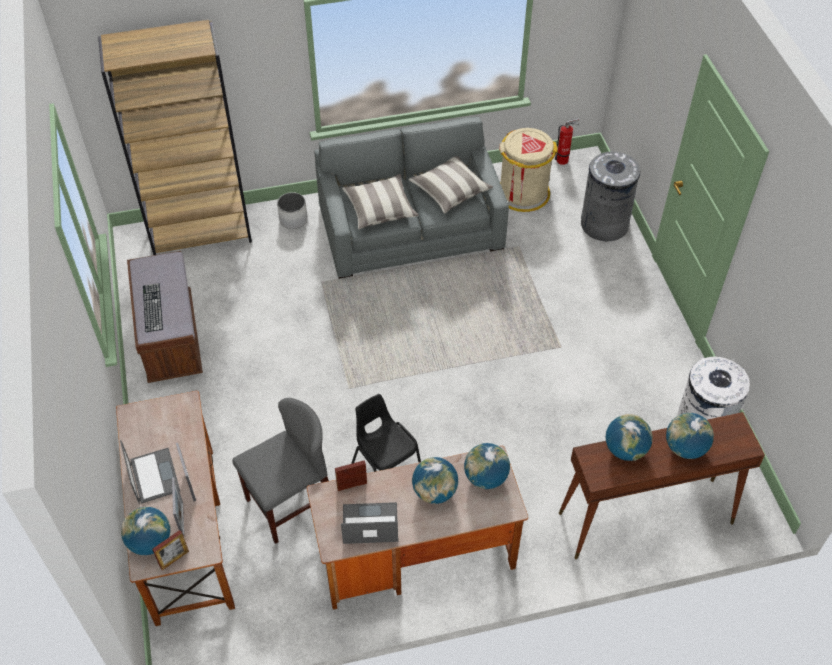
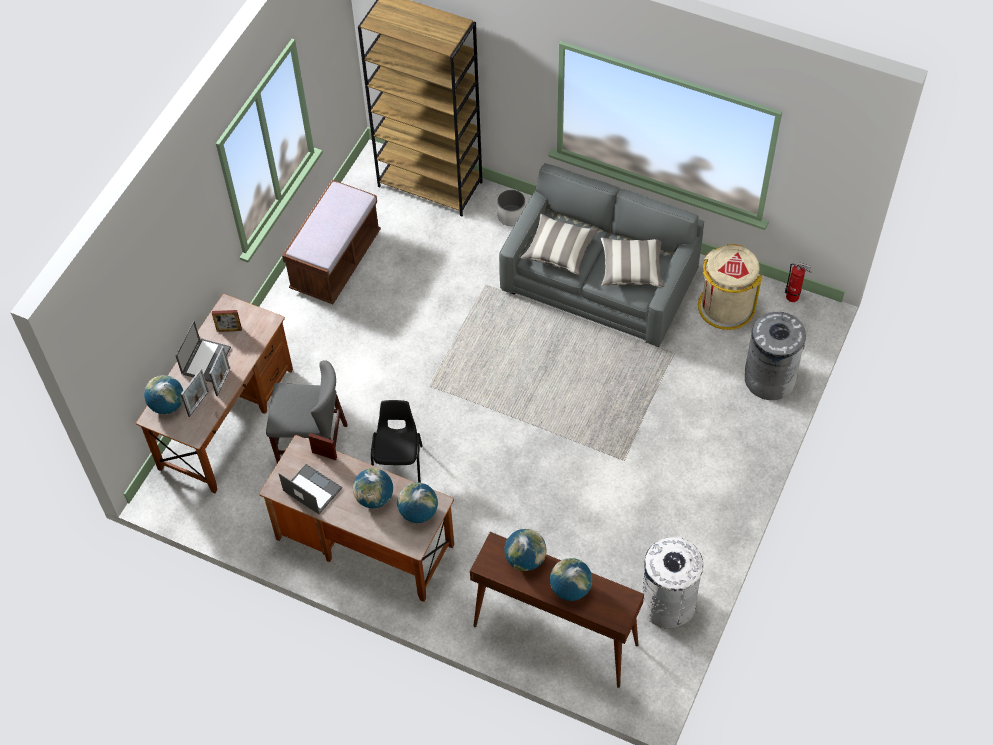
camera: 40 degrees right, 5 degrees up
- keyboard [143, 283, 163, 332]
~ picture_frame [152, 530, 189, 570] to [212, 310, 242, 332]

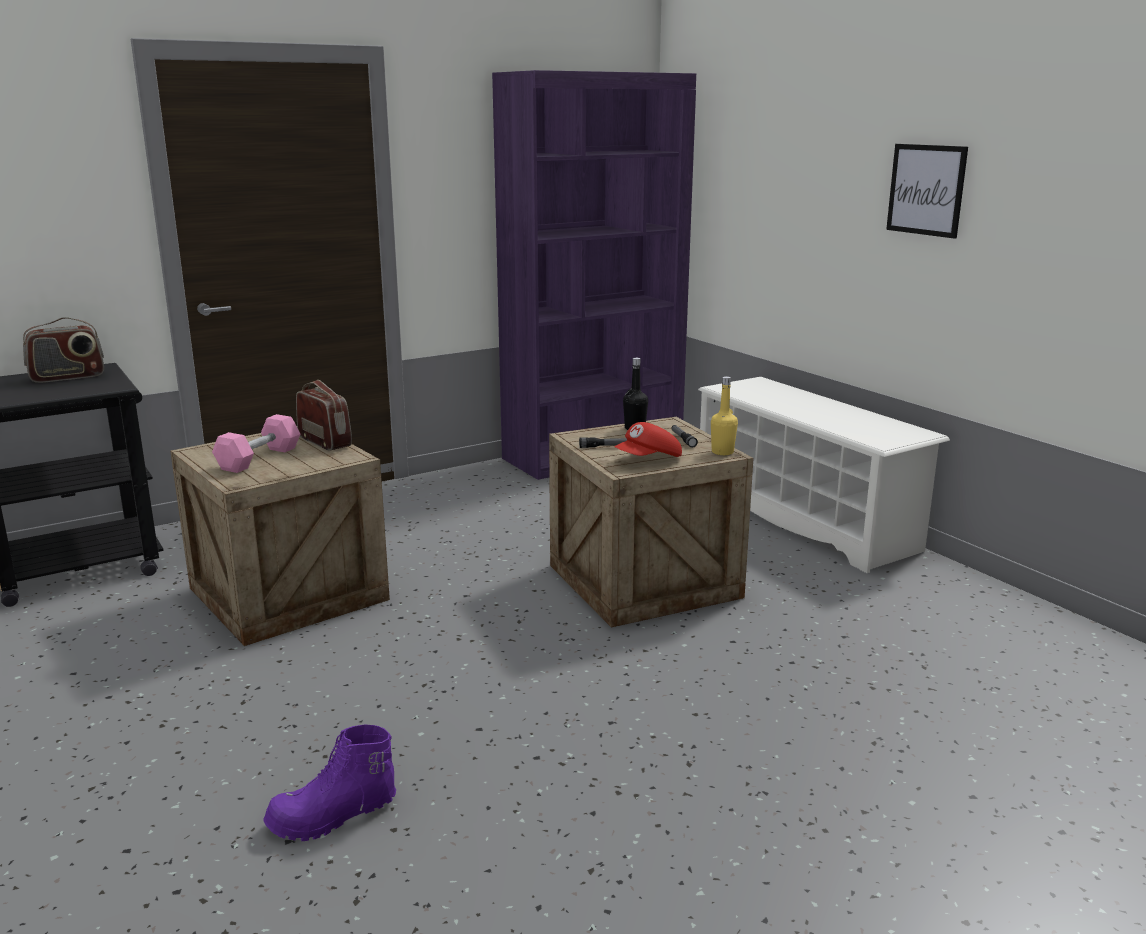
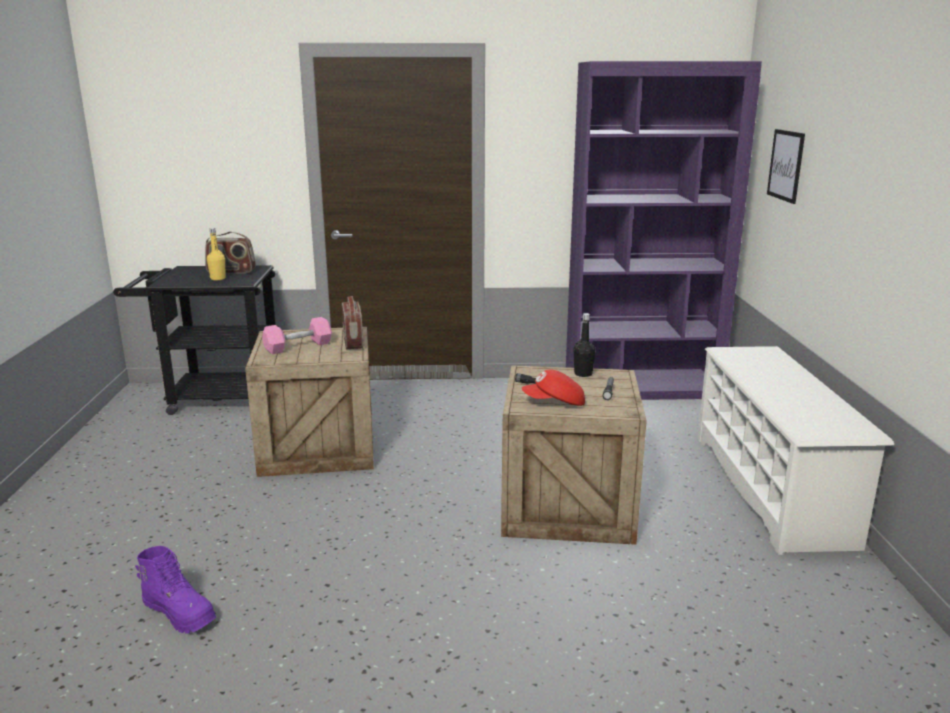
camera: 30 degrees right, 0 degrees up
~ picture [886, 144, 968, 239] to [767, 129, 805, 204]
~ yellow_bottle [711, 376, 738, 455] to [207, 228, 226, 280]
~ purple_boot [263, 724, 396, 841] = [135, 546, 216, 634] 150 degrees counterclockwise

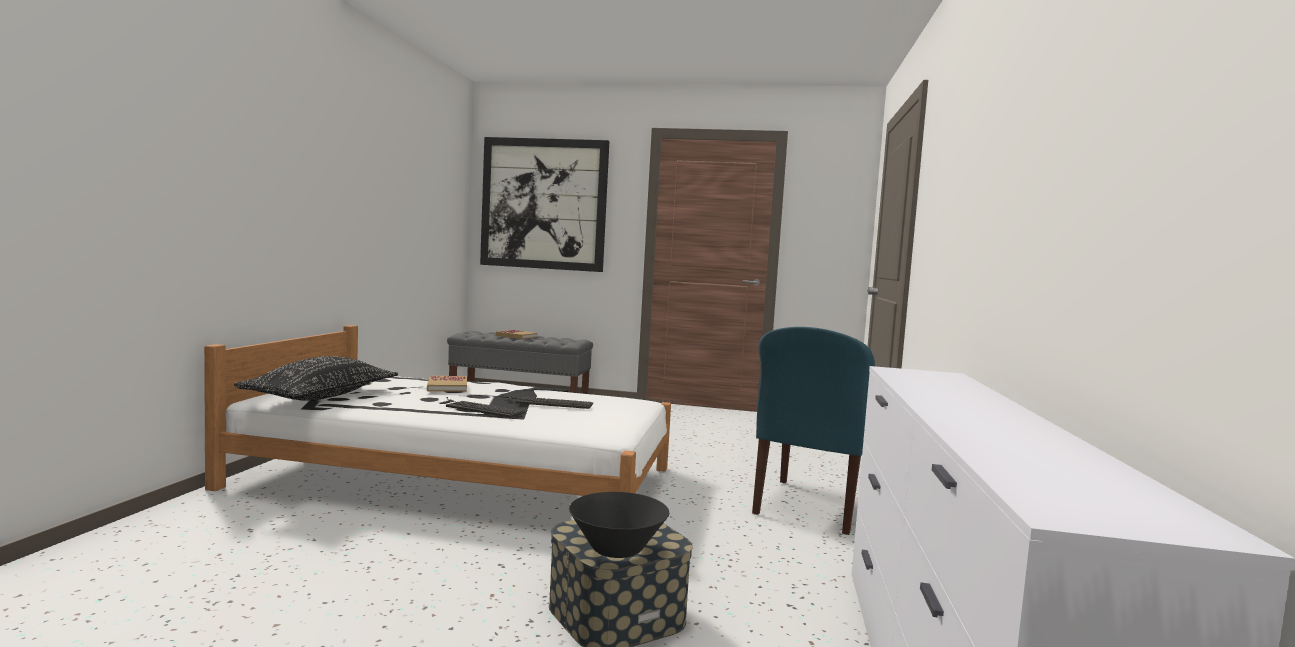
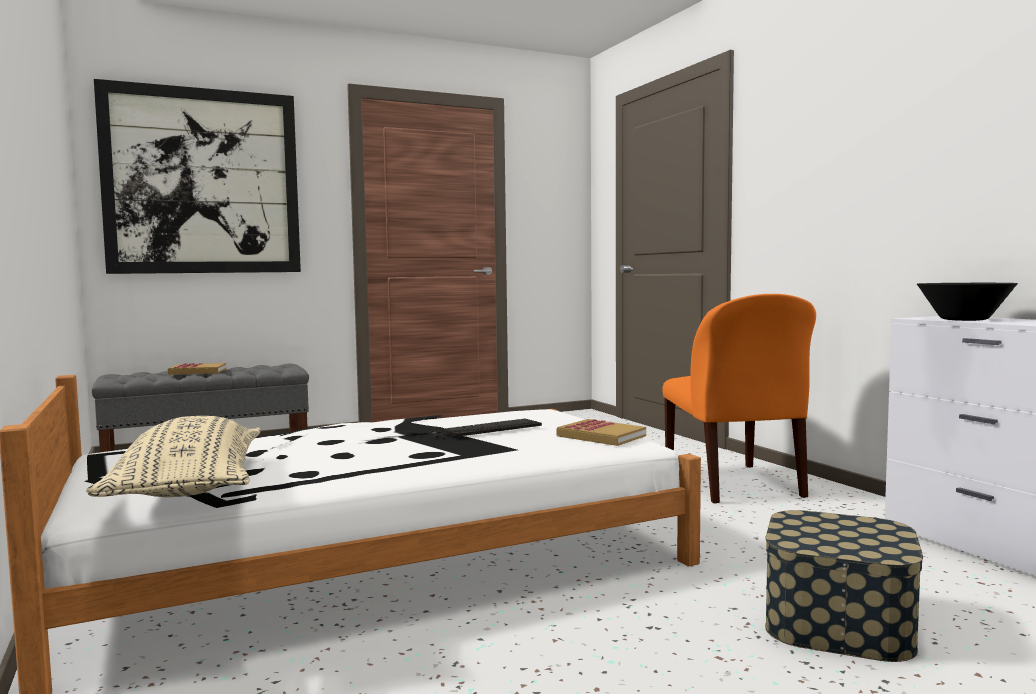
camera: 35 degrees left, 0 degrees up
~ blue_chair [752, 327, 875, 535] to orange_chair [662, 294, 816, 504]
~ black_pillow [234, 356, 398, 401] to beige_pillow [86, 416, 260, 497]
~ book [427, 376, 467, 392] to [556, 419, 646, 446]
- keyboard [440, 397, 525, 418]
~ black_bowl [569, 492, 669, 558] to [917, 283, 1018, 321]

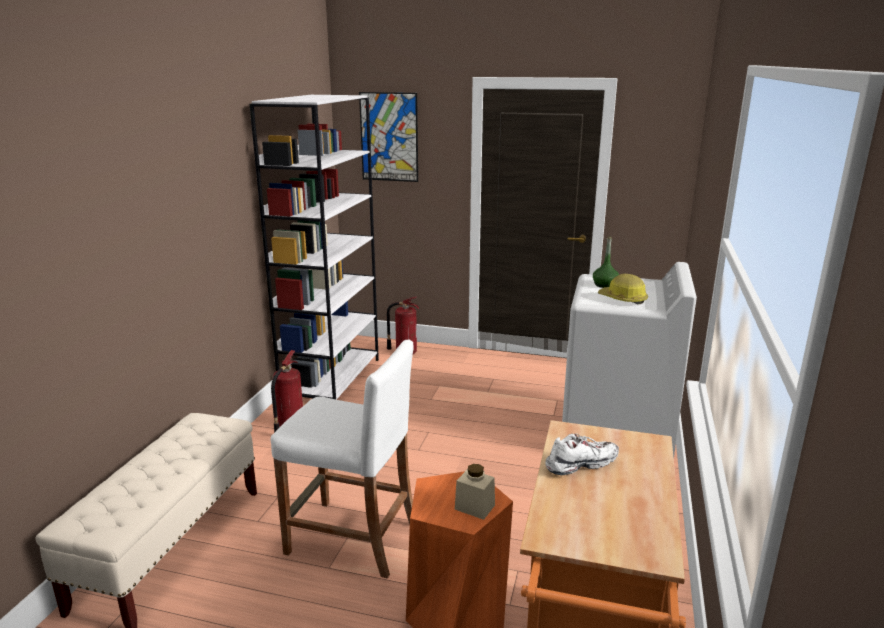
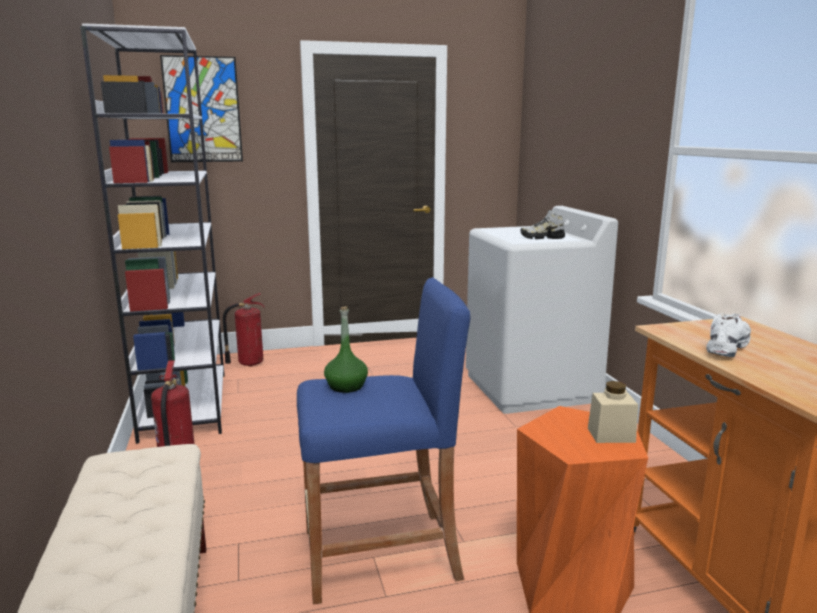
camera: 30 degrees left, 5 degrees down
~ green_bottle [593, 237, 619, 288] to [324, 306, 368, 393]
~ hard_hat [598, 274, 648, 304] to shoe [521, 210, 565, 239]
~ white_stool [271, 340, 414, 579] to blue_stool [297, 277, 470, 604]

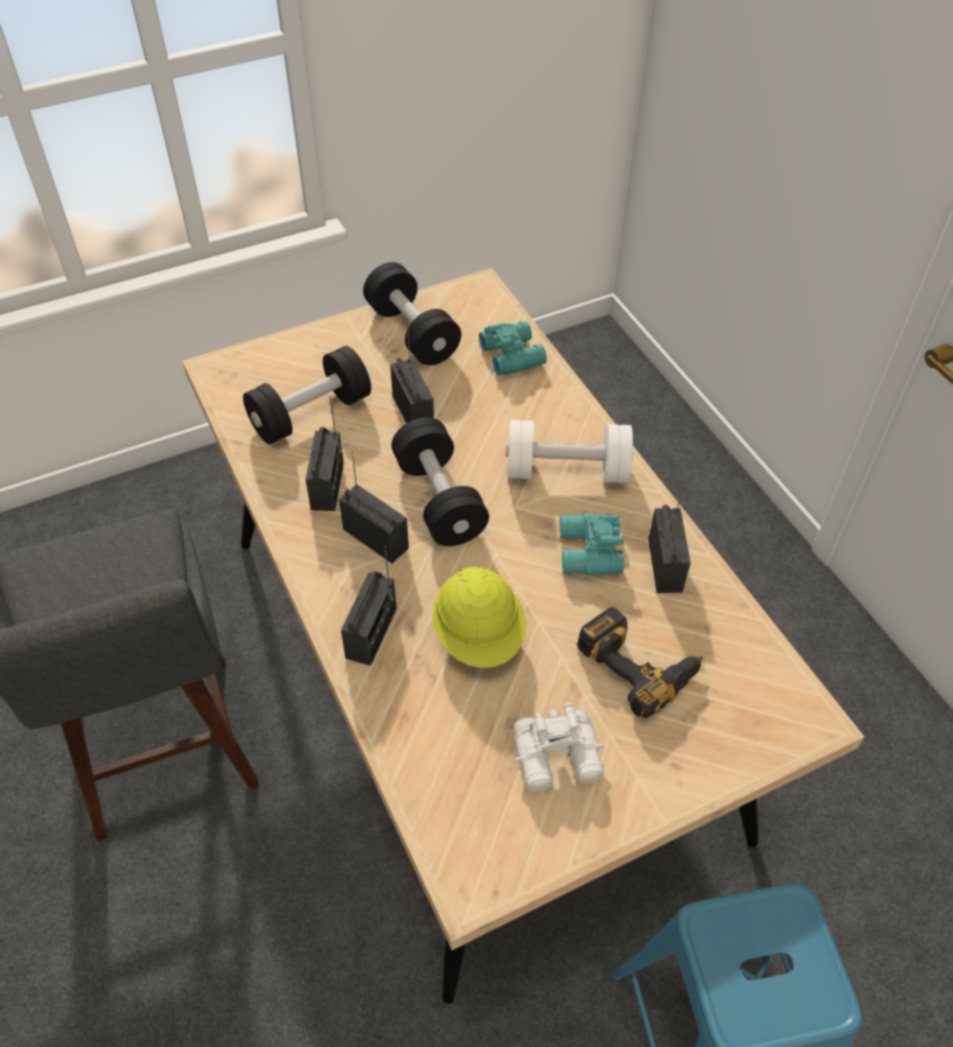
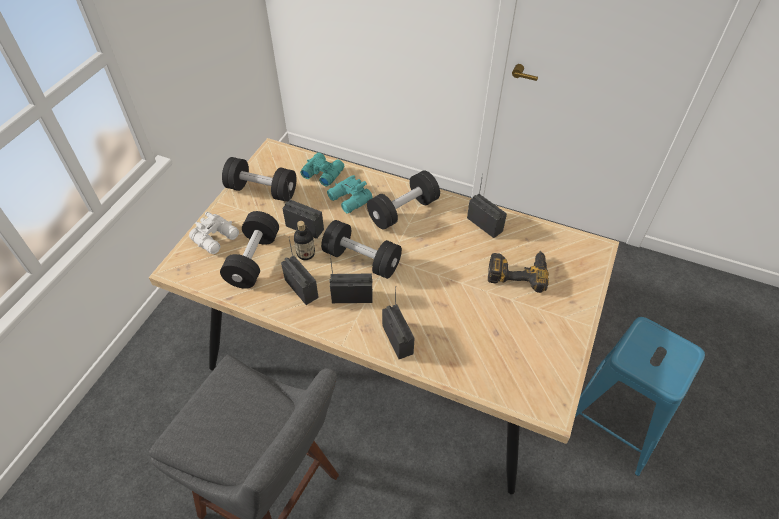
camera: 40 degrees left, 0 degrees up
~ white_dumbbell [506, 420, 633, 483] to black_dumbbell [367, 170, 440, 230]
~ turquoise_binoculars [560, 511, 624, 575] to [327, 175, 373, 214]
- yellow_hard_hat [433, 567, 526, 668]
~ white_binoculars [514, 703, 604, 791] to [189, 211, 239, 254]
+ bottle [294, 221, 315, 260]

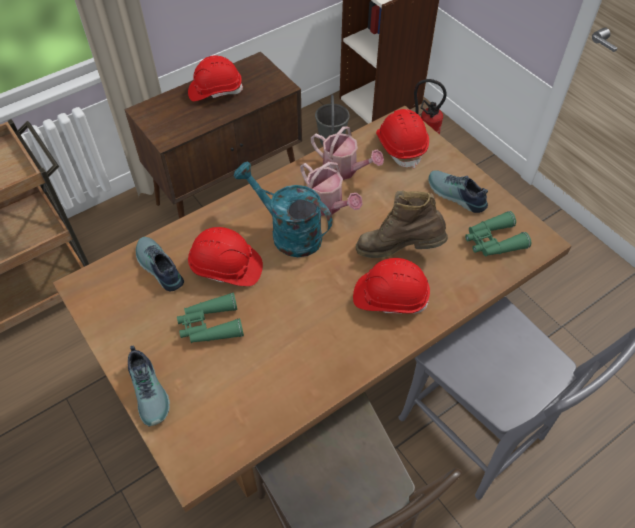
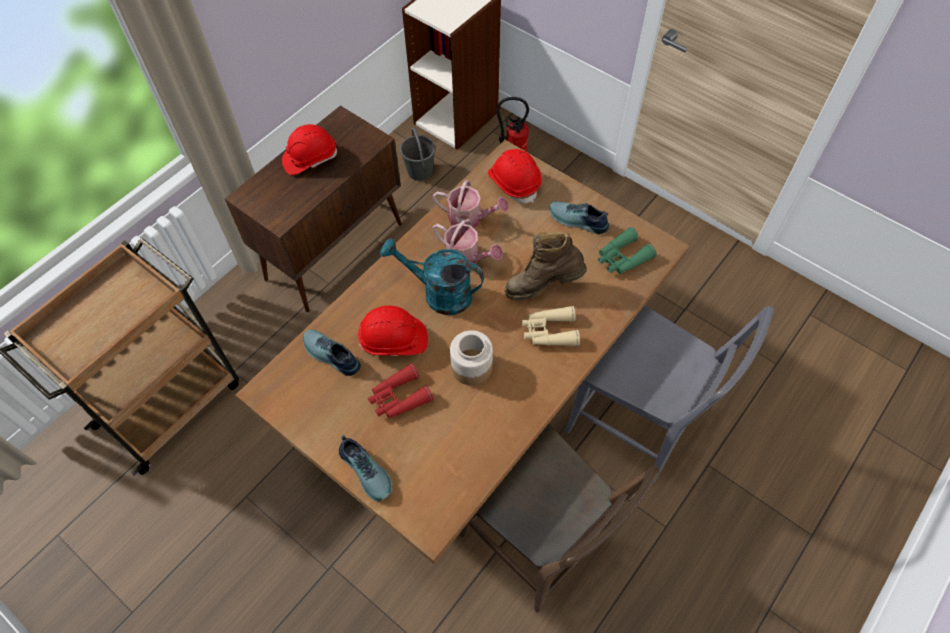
camera: 15 degrees left, 5 degrees up
~ red_hard_hat [353, 258, 430, 314] to beige_binoculars [522, 306, 580, 346]
~ green_binoculars [177, 293, 244, 343] to red_binoculars [368, 363, 434, 419]
+ jar [450, 330, 493, 385]

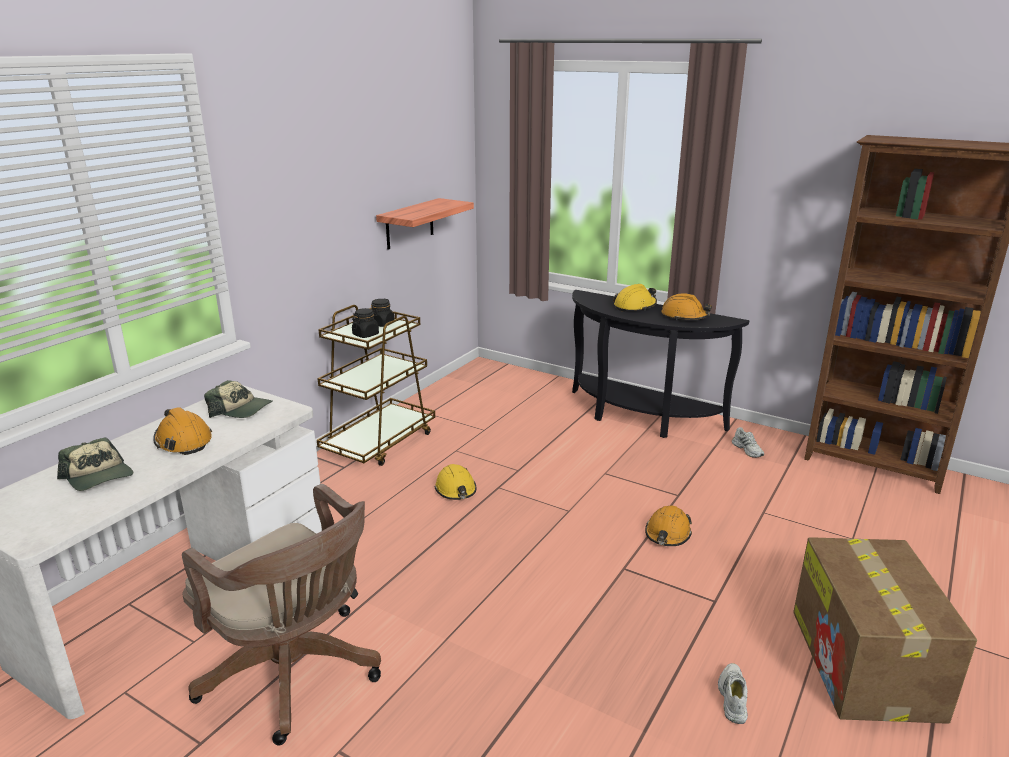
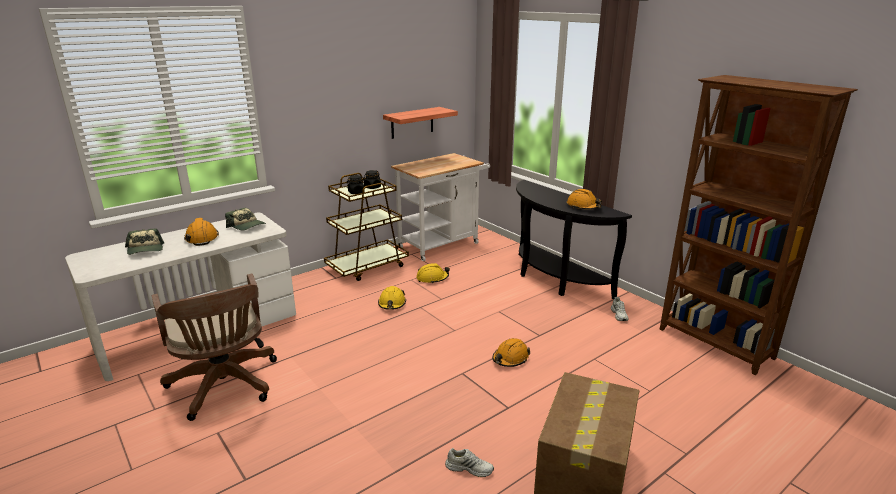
camera: 20 degrees right, 0 degrees up
~ yellow_hard_hat [613, 284, 657, 312] to [416, 263, 450, 284]
~ white_shoe [718, 663, 748, 724] = [445, 448, 494, 477] 75 degrees clockwise
+ white_cart [391, 153, 490, 261]

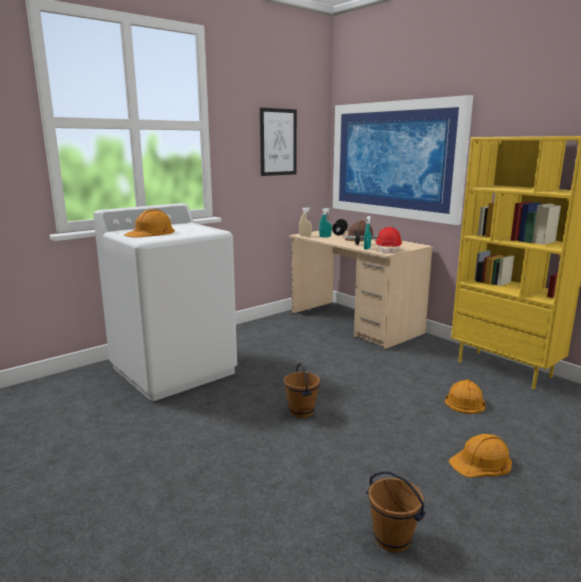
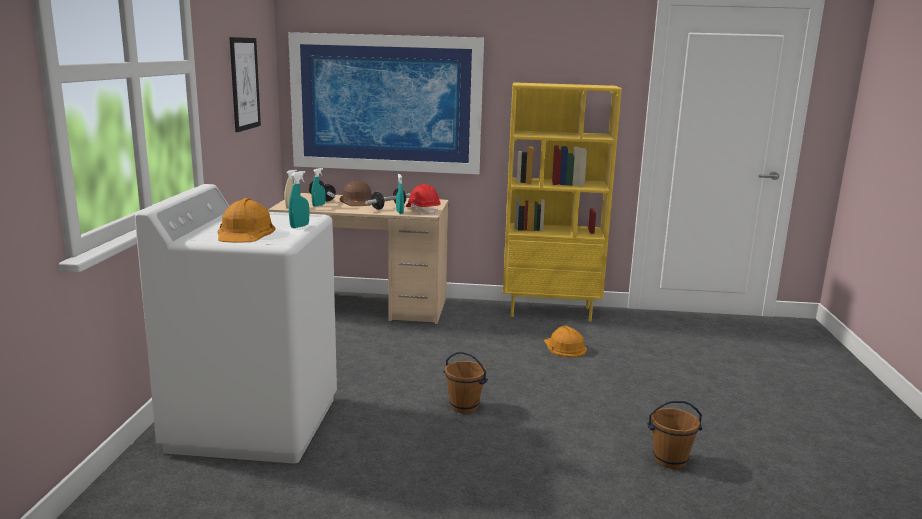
camera: 45 degrees left, 0 degrees up
- orange_hard_hat [449, 434, 512, 478]
+ turquoise_spray_bottle [289, 171, 309, 228]

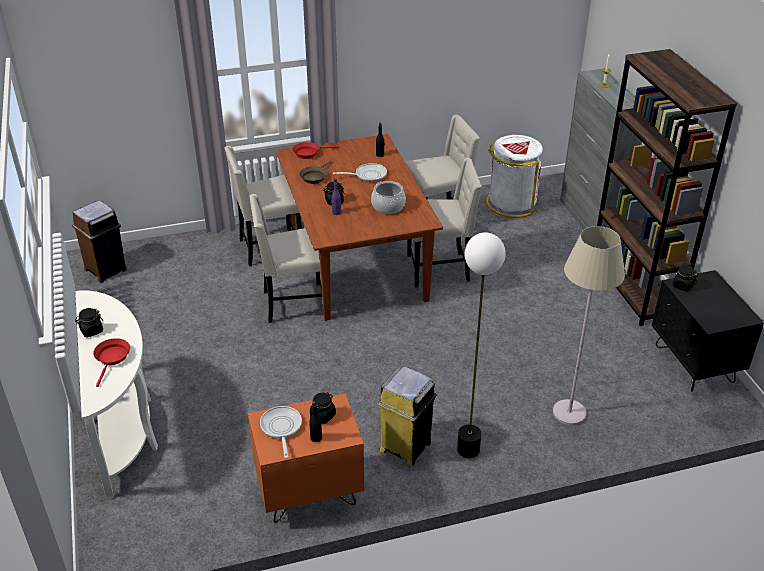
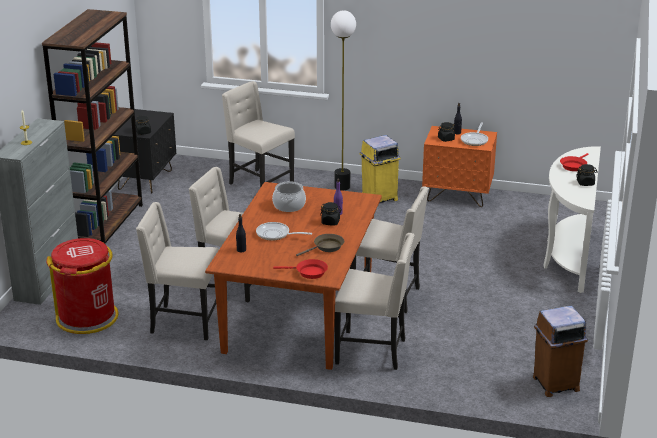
camera: 150 degrees left, 10 degrees down
~ white_trash_can [486, 135, 543, 218] to red_trash_can [46, 238, 119, 334]
~ beige_floor_lamp [553, 226, 625, 425] to beige_chair [222, 81, 295, 188]

